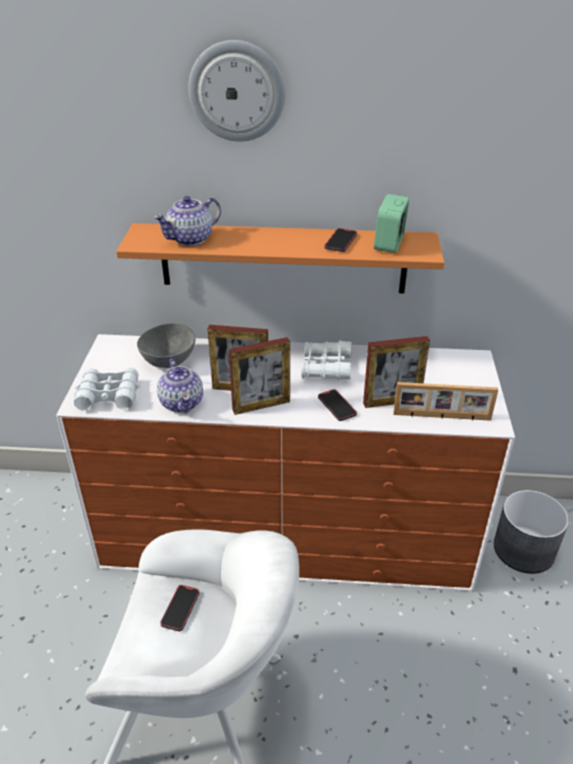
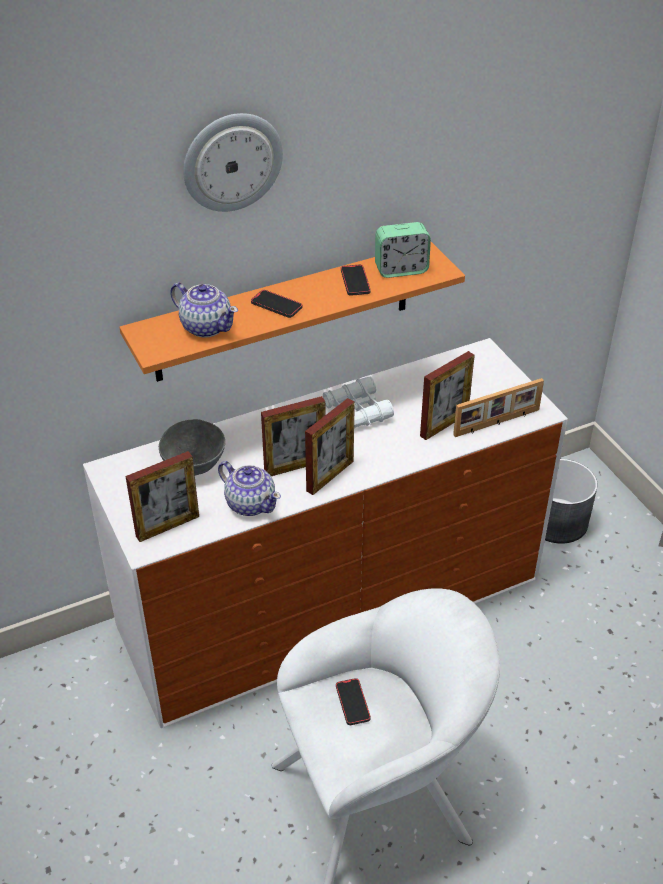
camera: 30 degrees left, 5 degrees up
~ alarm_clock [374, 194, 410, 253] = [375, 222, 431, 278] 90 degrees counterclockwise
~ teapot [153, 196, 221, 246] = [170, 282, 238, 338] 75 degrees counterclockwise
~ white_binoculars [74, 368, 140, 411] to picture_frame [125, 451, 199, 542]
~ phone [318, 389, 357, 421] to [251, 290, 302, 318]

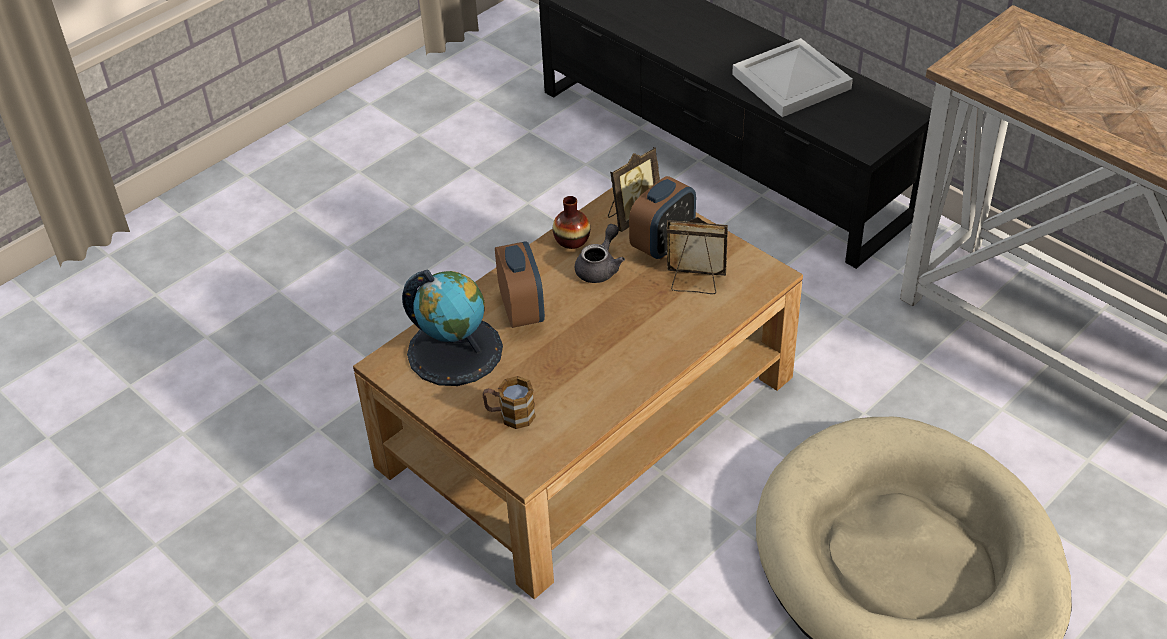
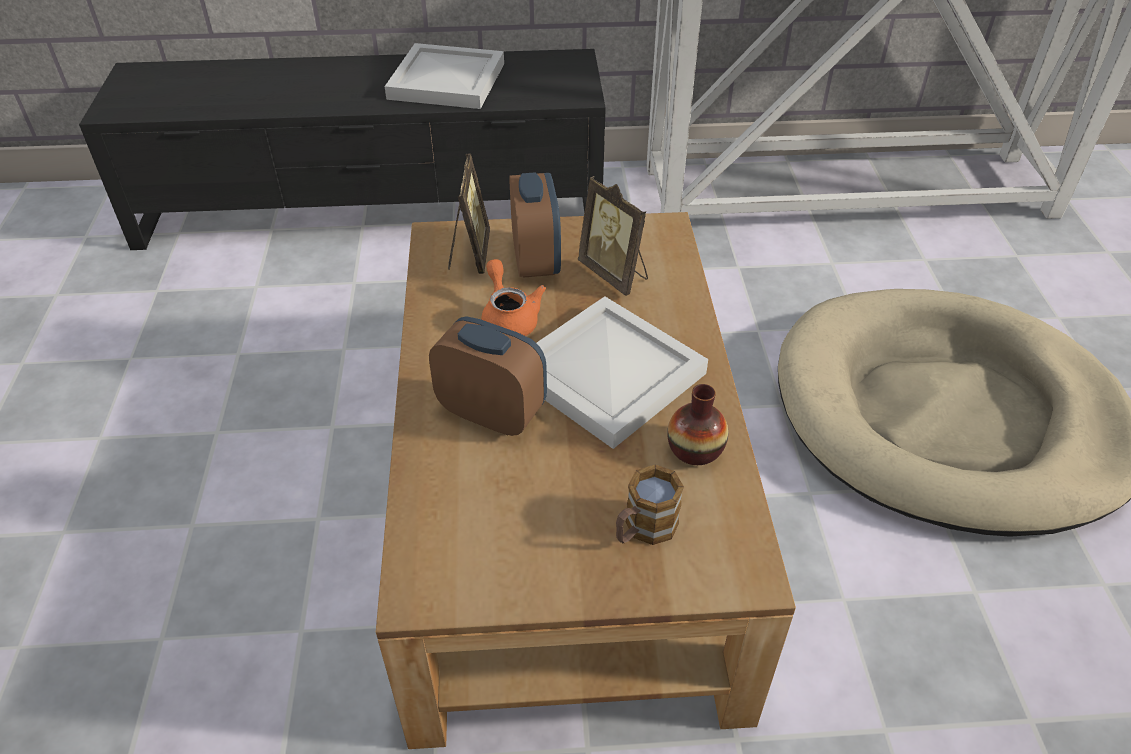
camera: 50 degrees left, 0 degrees up
~ vase [553, 196, 590, 249] to [667, 384, 728, 465]
~ picture_frame [667, 217, 728, 294] = [578, 176, 648, 296] 90 degrees counterclockwise
~ grey_teapot [575, 224, 625, 283] to orange_teapot [481, 259, 546, 336]
- globe [402, 269, 503, 386]
+ white_tray [537, 296, 708, 449]

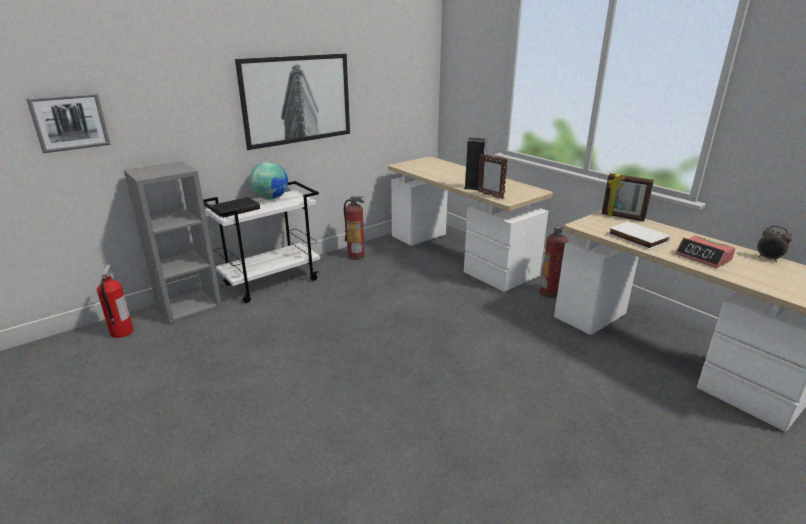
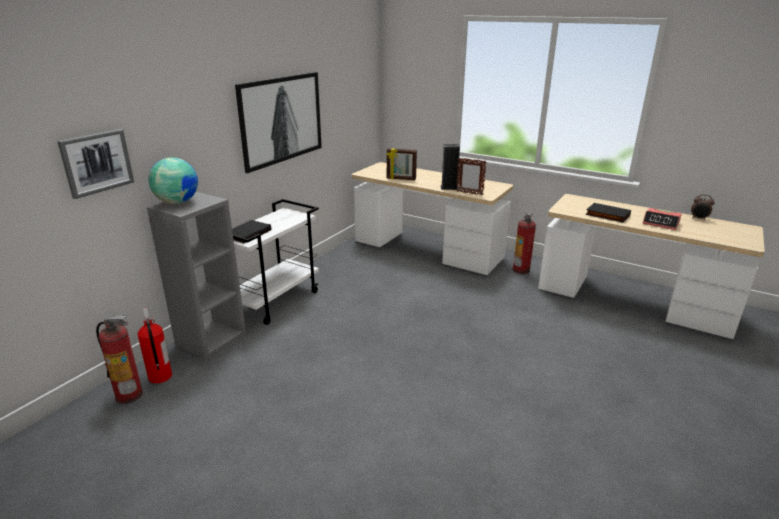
camera: 20 degrees left, 0 degrees up
~ globe [249, 162, 288, 200] to [148, 157, 198, 204]
~ picture_frame [602, 173, 654, 221] to [387, 148, 417, 180]
~ fire_extinguisher [344, 196, 365, 260] to [96, 316, 143, 404]
~ white_book [608, 221, 670, 250] to black_book [585, 203, 631, 223]

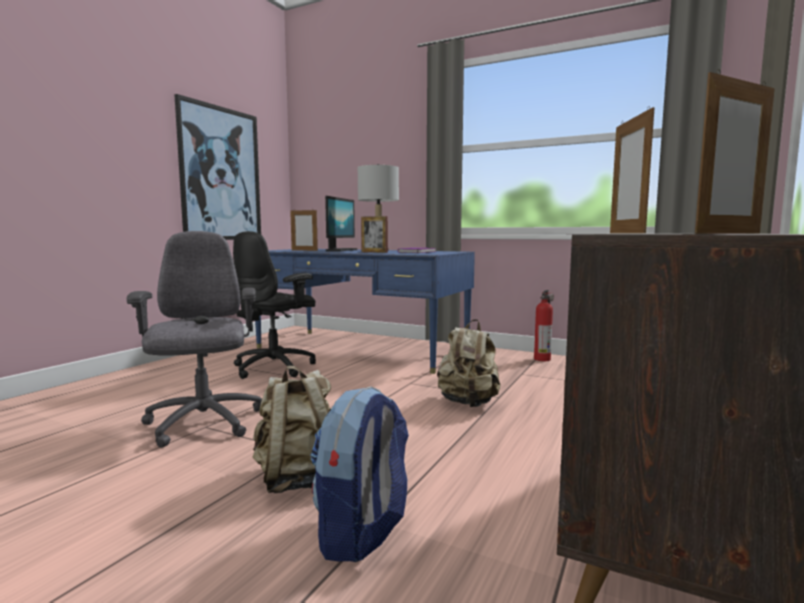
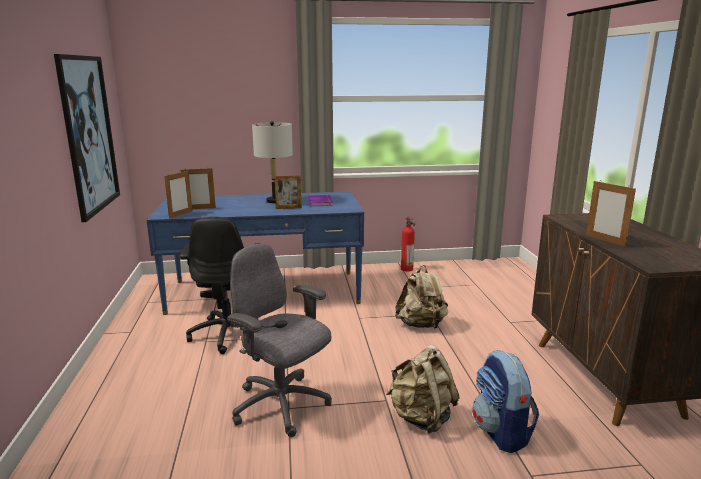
camera: 35 degrees left, 10 degrees up
~ picture_frame [695, 69, 775, 233] to [164, 171, 192, 219]
- monitor [325, 196, 357, 252]

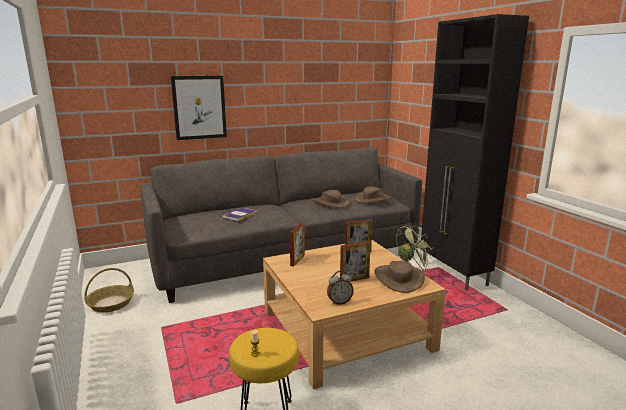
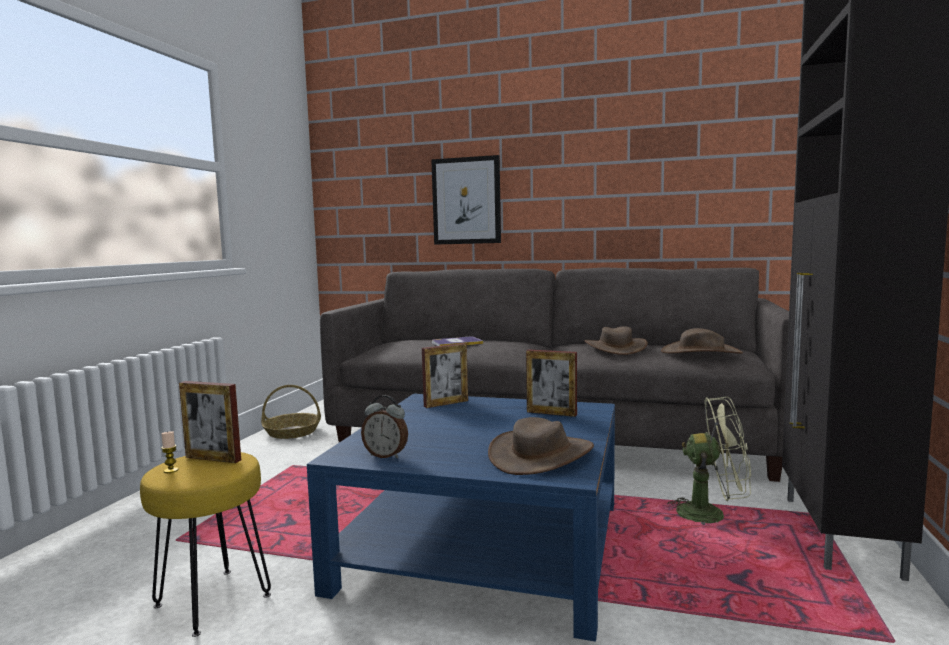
camera: 40 degrees right, 10 degrees down
~ beige_coffee_table [263, 240, 446, 389] to blue_coffee_table [307, 394, 615, 642]
~ picture_frame [340, 241, 371, 282] to [179, 381, 241, 463]

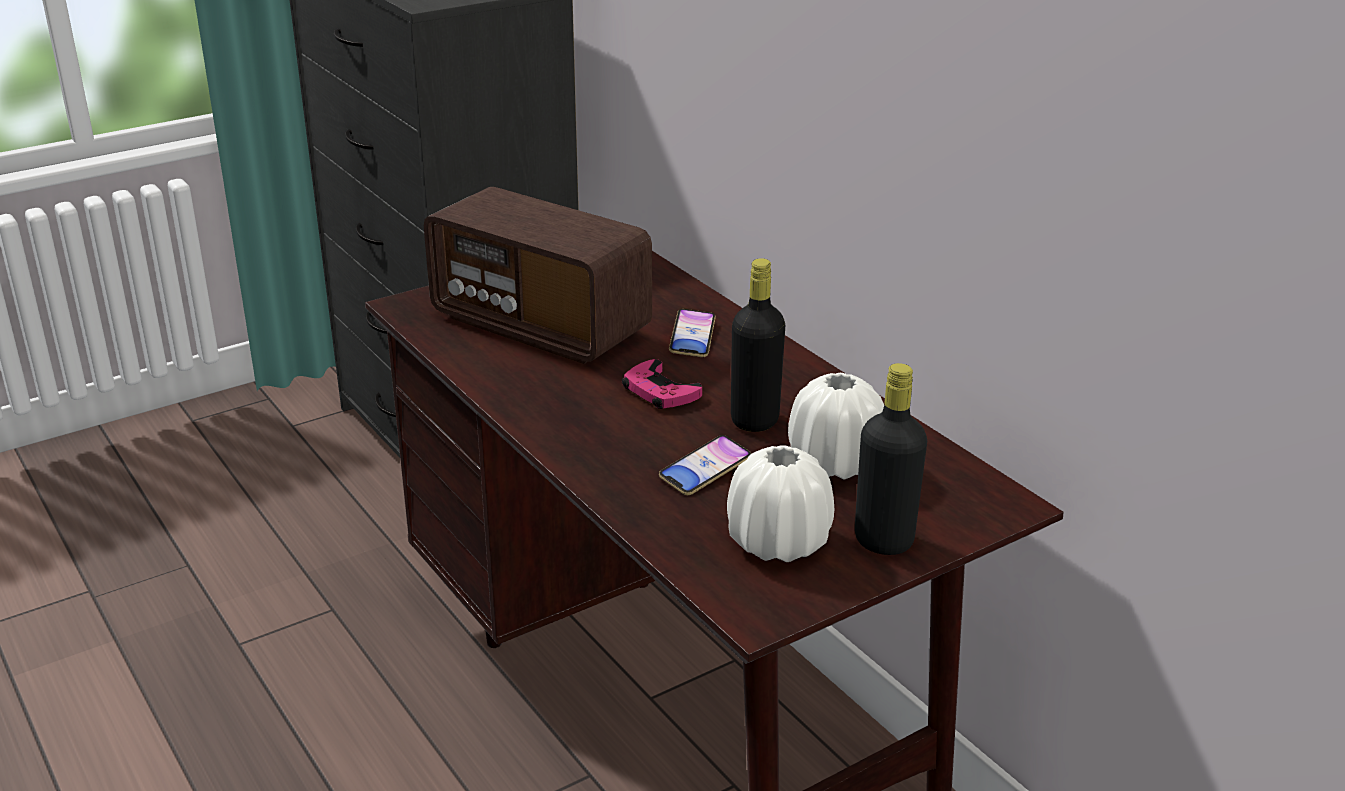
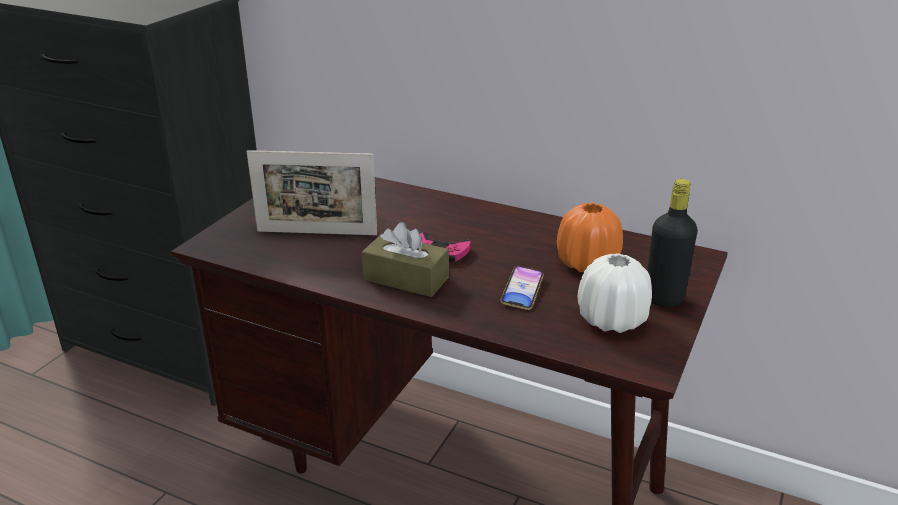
camera: 30 degrees left, 0 degrees up
~ radio [424, 187, 652, 364] to picture_frame [247, 150, 377, 235]
- black_bottle [731, 258, 785, 432]
- phone [669, 309, 716, 357]
~ white_vase [788, 373, 884, 480] to orange_vase [557, 203, 623, 272]
+ brown_tissue_box [362, 222, 449, 297]

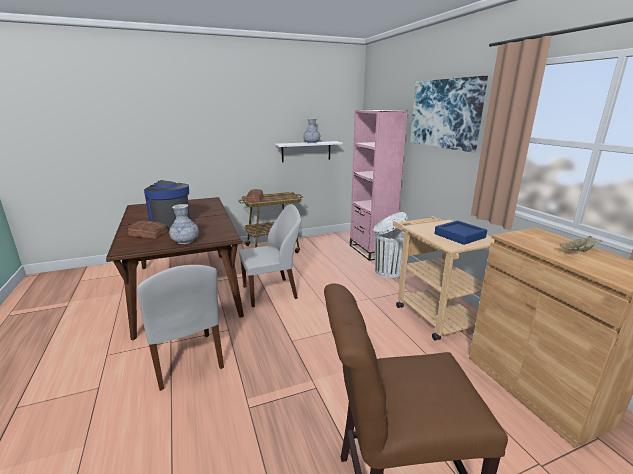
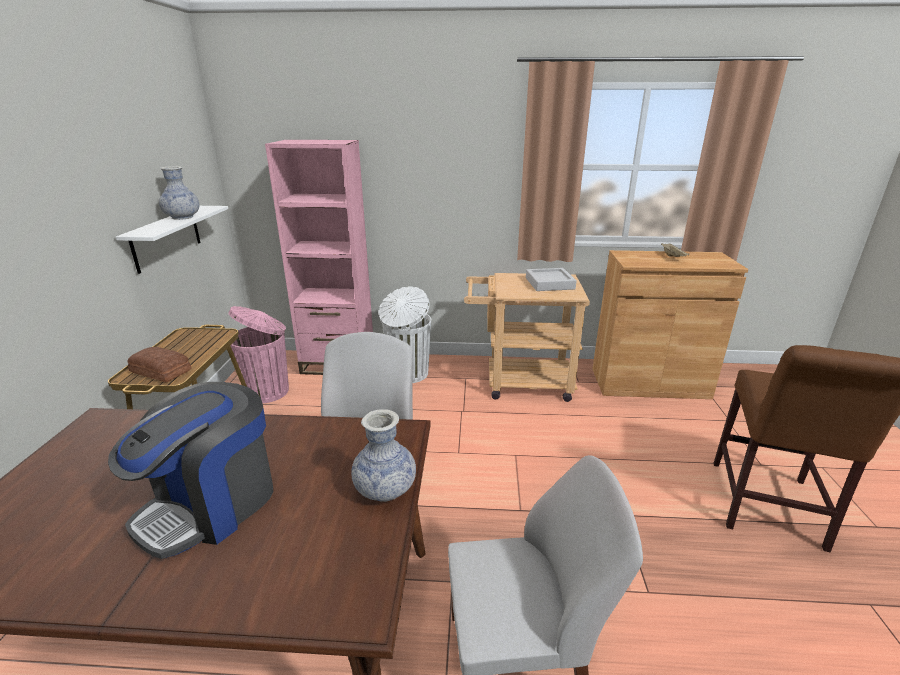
camera: 65 degrees left, 5 degrees up
- picture [410, 76, 488, 153]
~ coffee_machine [144, 180, 190, 229] = [108, 382, 273, 559] 45 degrees counterclockwise
- bread [128, 221, 168, 239]
~ blue_tray [435, 221, 487, 245] to grey_tray [526, 268, 576, 291]
+ pink_trash_can [228, 306, 289, 403]

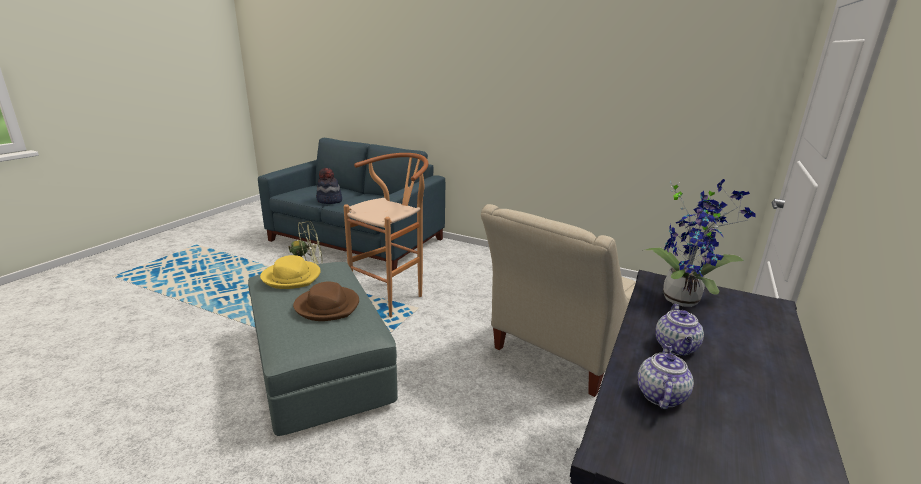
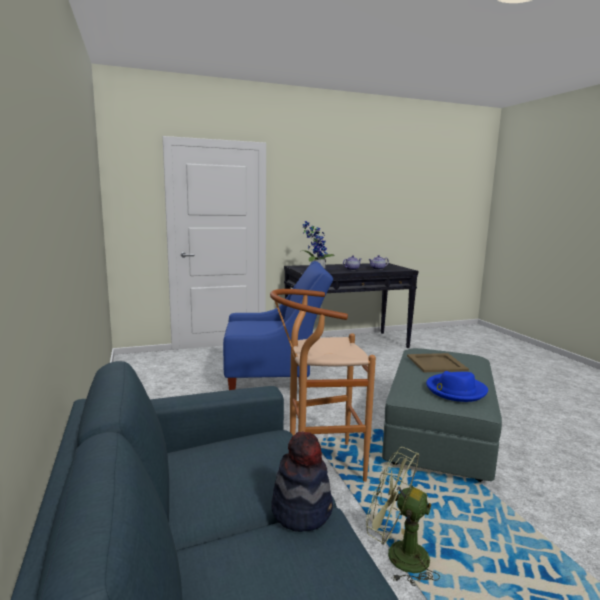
camera: 135 degrees left, 10 degrees down
~ beige_armchair [481, 204, 636, 397] to blue_armchair [223, 261, 333, 390]
~ yellow_hat [260, 255, 321, 289] to blue_hat [426, 371, 488, 402]
~ brown_hat [293, 282, 359, 321] to beige_tray [407, 353, 469, 372]

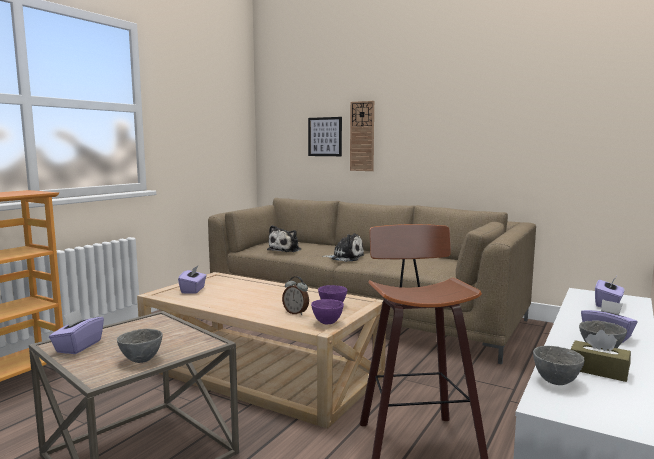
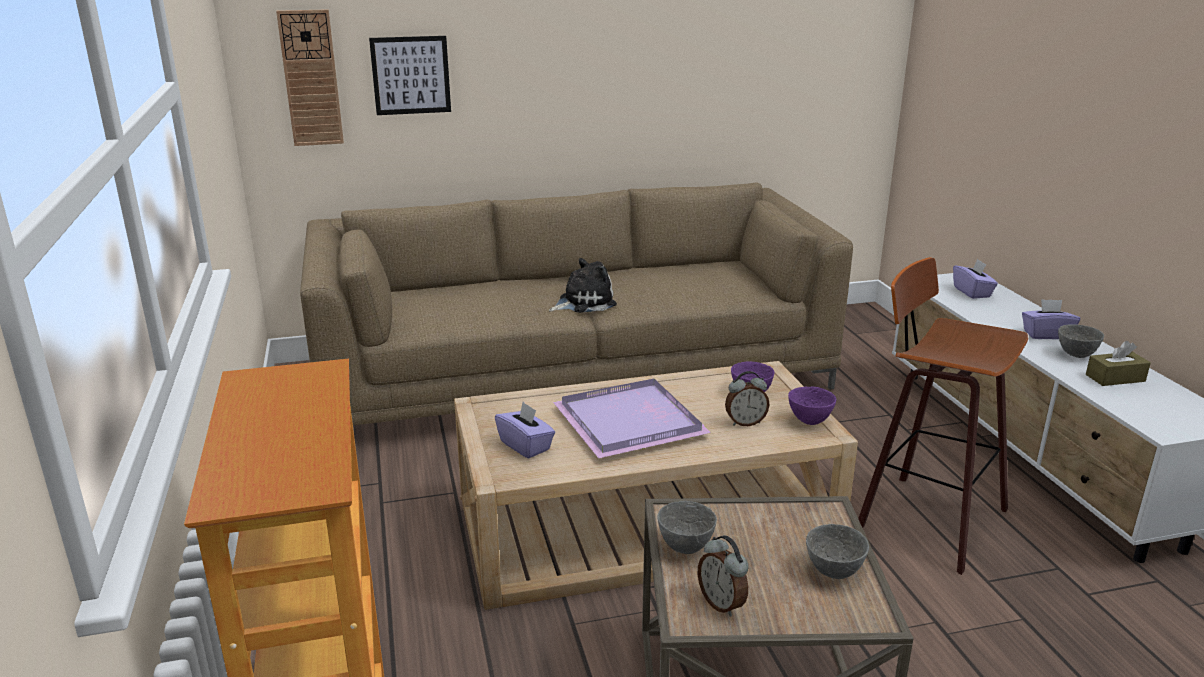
camera: 45 degrees left, 15 degrees up
~ wall_clock [350, 101, 374, 171] to [276, 9, 344, 146]
- plush_toy [267, 225, 301, 252]
~ purple_tissue_box [49, 309, 104, 354] to alarm_clock [698, 535, 749, 617]
~ grey_bowl [533, 346, 585, 385] to [658, 501, 717, 554]
+ purple_tray [553, 379, 712, 458]

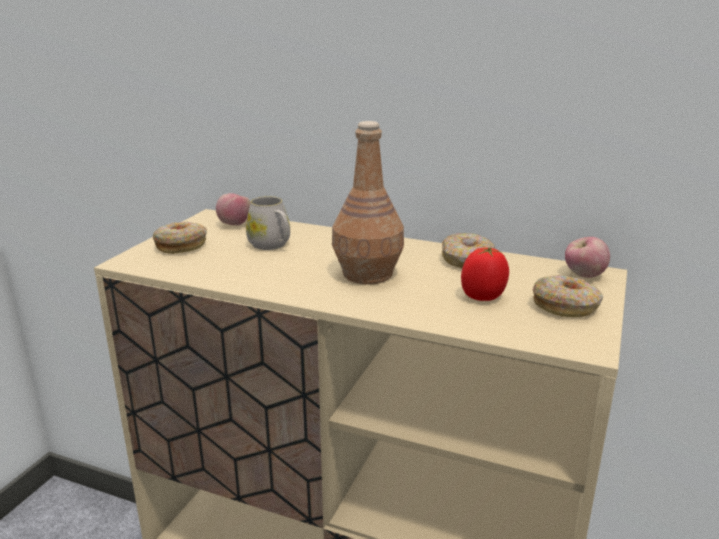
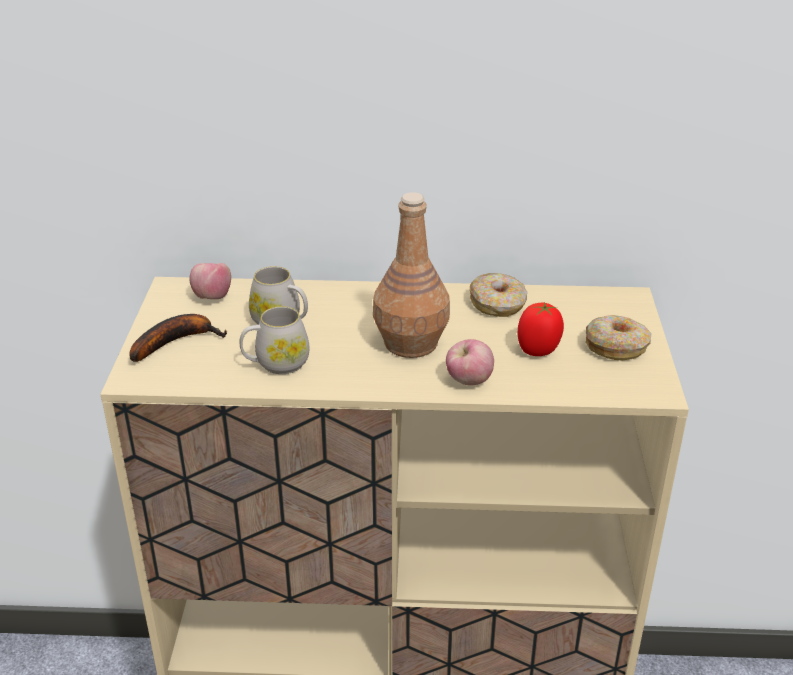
camera: 20 degrees left, 10 degrees up
~ donut [153, 221, 207, 254] to banana [129, 314, 227, 362]
~ apple [565, 237, 610, 278] to [446, 339, 494, 385]
+ white_mug [239, 306, 309, 374]

